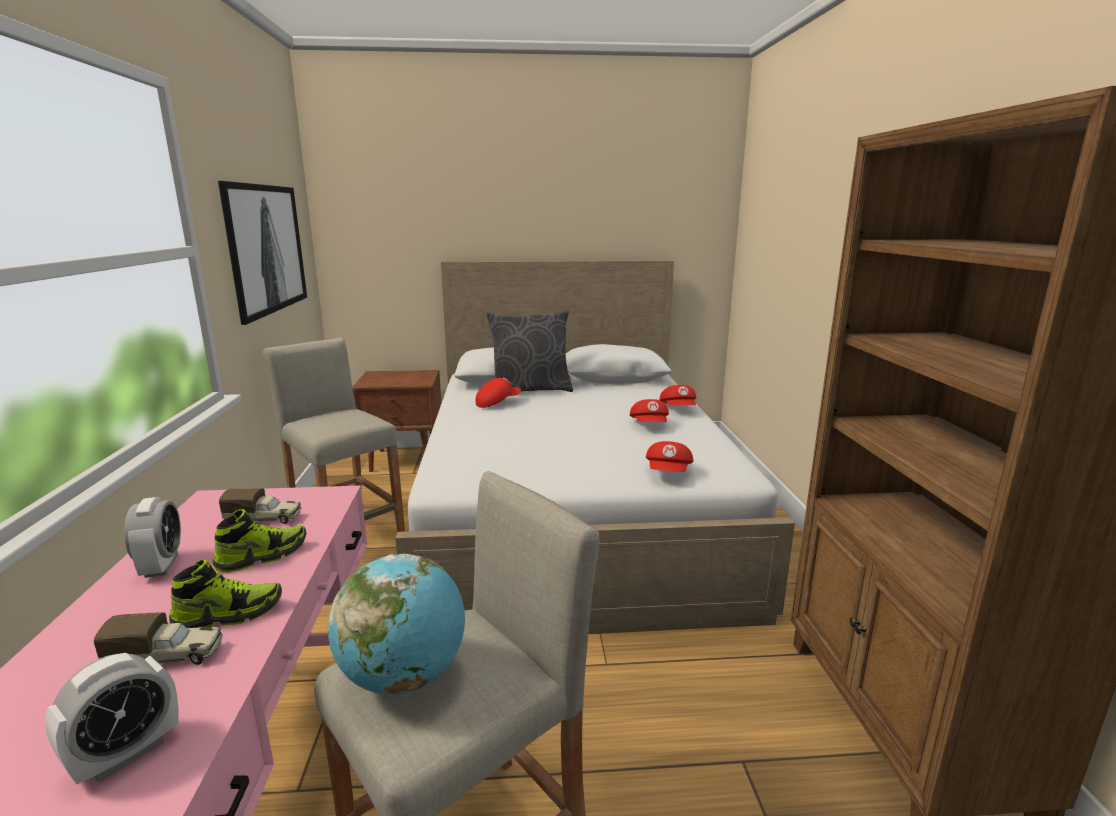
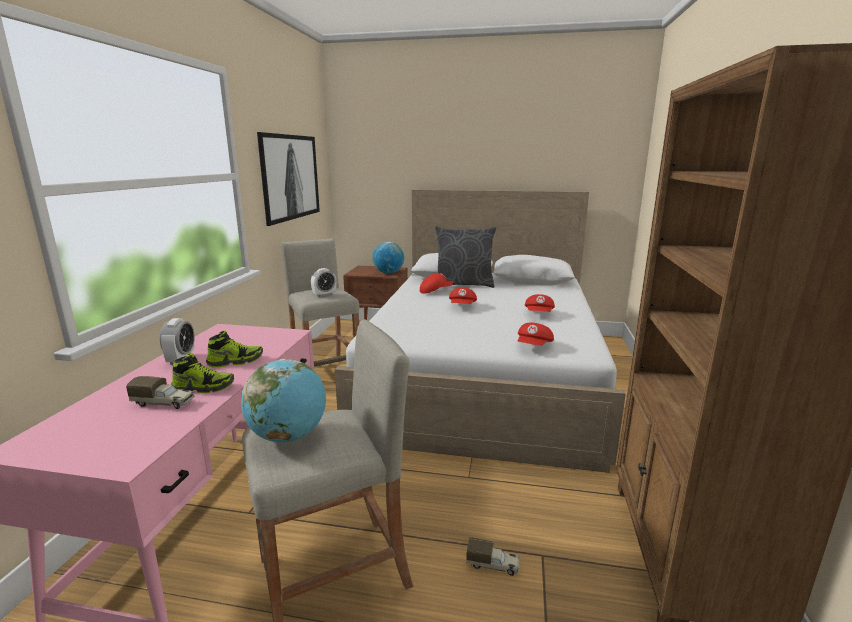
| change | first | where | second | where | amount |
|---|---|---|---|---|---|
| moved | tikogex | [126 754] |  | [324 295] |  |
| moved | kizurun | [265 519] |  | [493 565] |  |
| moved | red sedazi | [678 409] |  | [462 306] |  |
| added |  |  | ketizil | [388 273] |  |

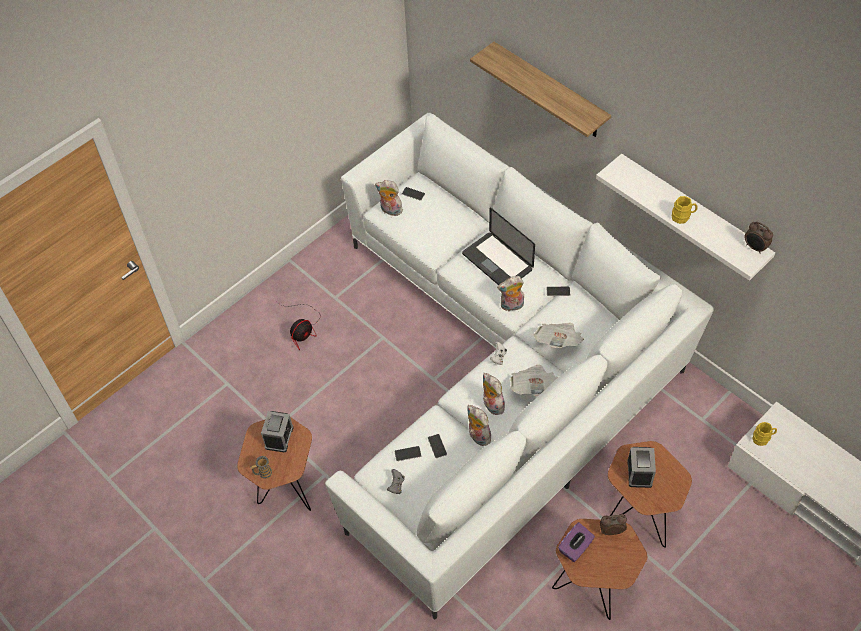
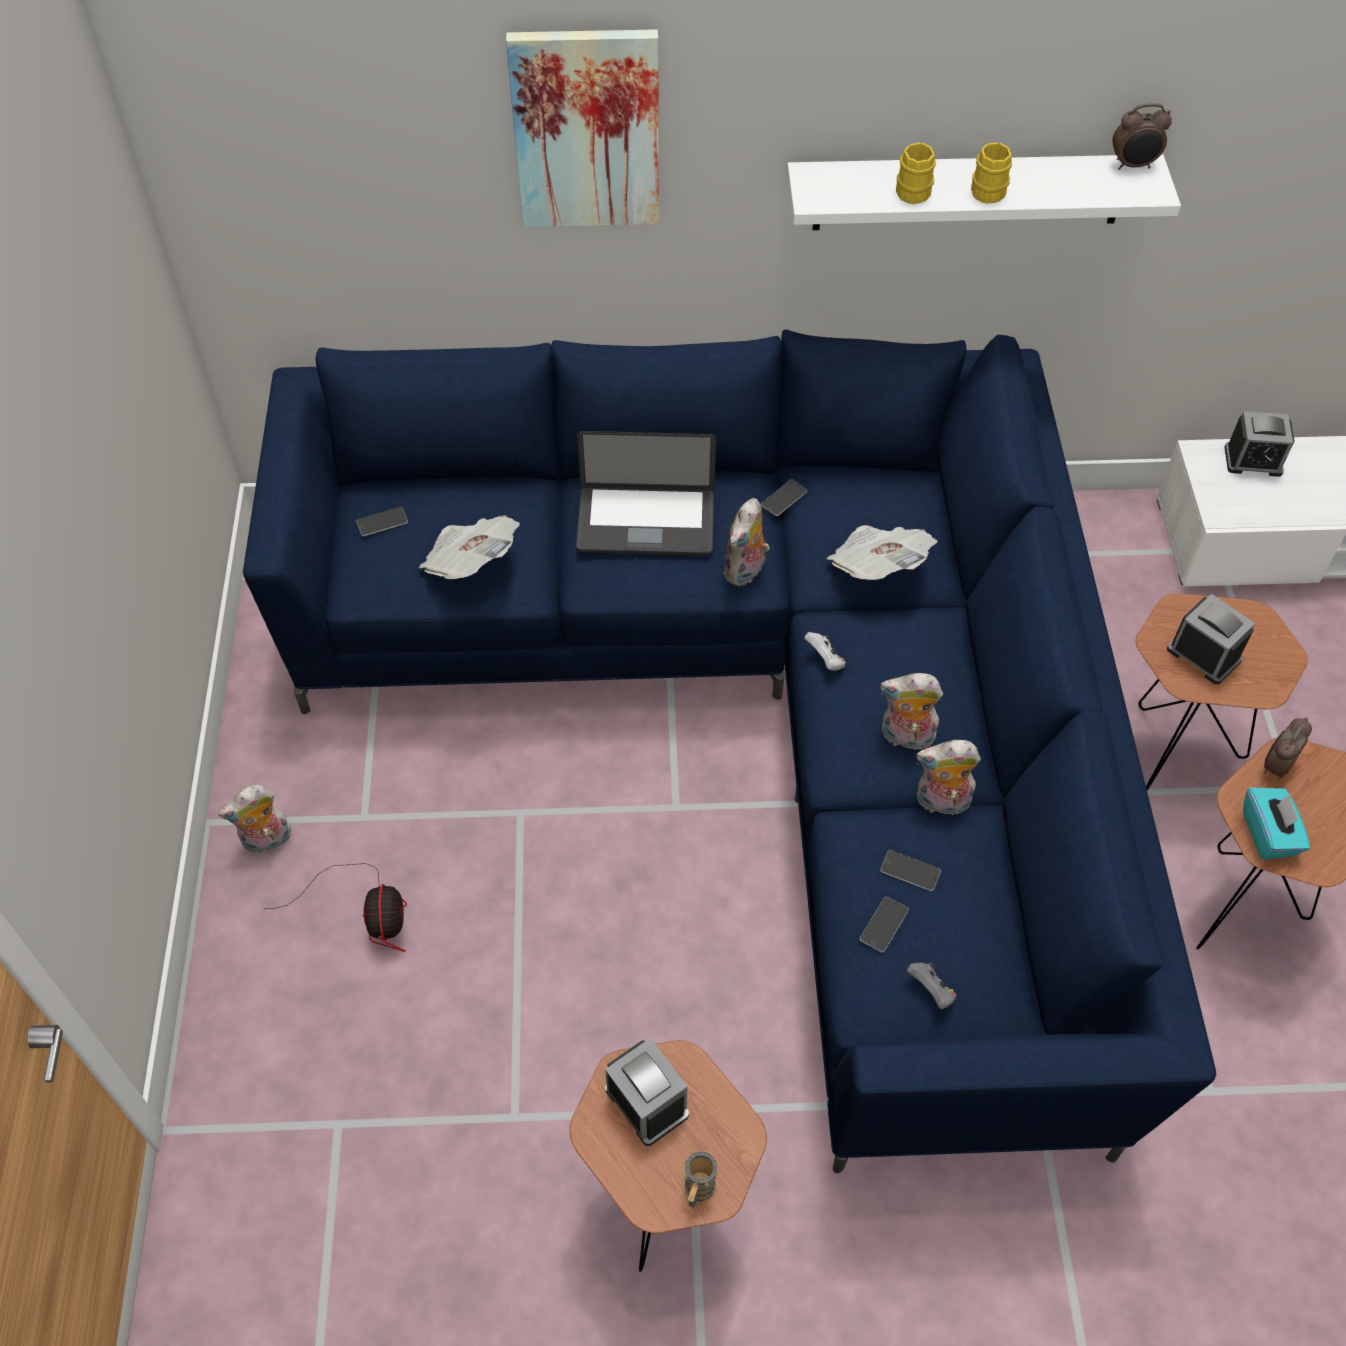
| change | first | where | second | where | amount |
|---|---|---|---|---|---|
| recoloured | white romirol | [500 375] | blue romirol | [763 717] |  |
| moved | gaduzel | [390 211] |  | [266 841] |  |
| replaced | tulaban | [550 91] | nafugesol | [586 129] |  |
| moved | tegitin | [533 387] |  | [471 562] |  |
| recoloured | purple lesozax | [575 548] | turquoise lesozax | [1269 834] |  |
| moved | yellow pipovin | [763 438] |  | [916 189] |  |
| added |  |  | tikogex | [1253 460] |  |

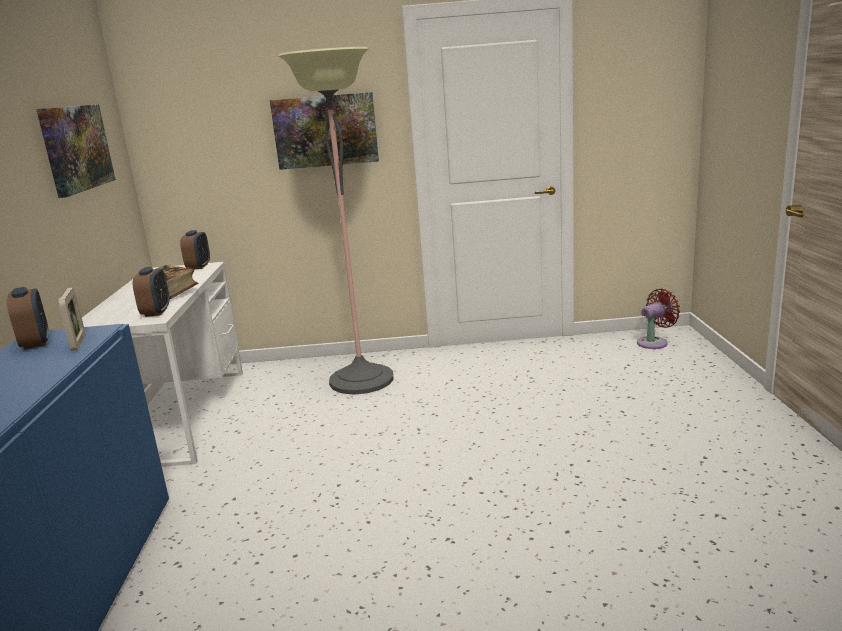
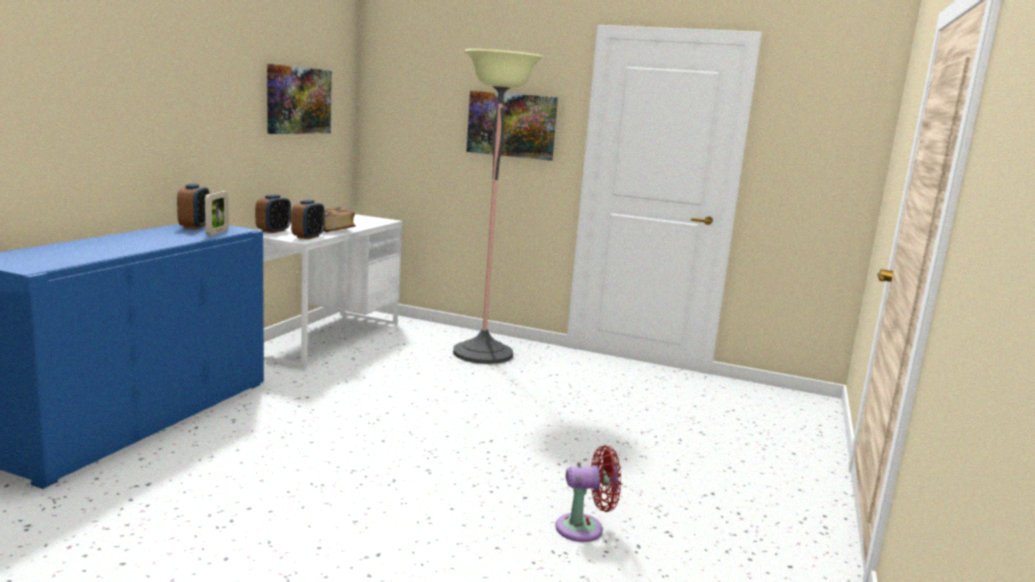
| change | first | where | second | where | amount |
|---|---|---|---|---|---|
| moved | tikogex | [198 266] |  | [273 231] |  |
| moved | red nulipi | [654 342] |  | [585 528] |  |

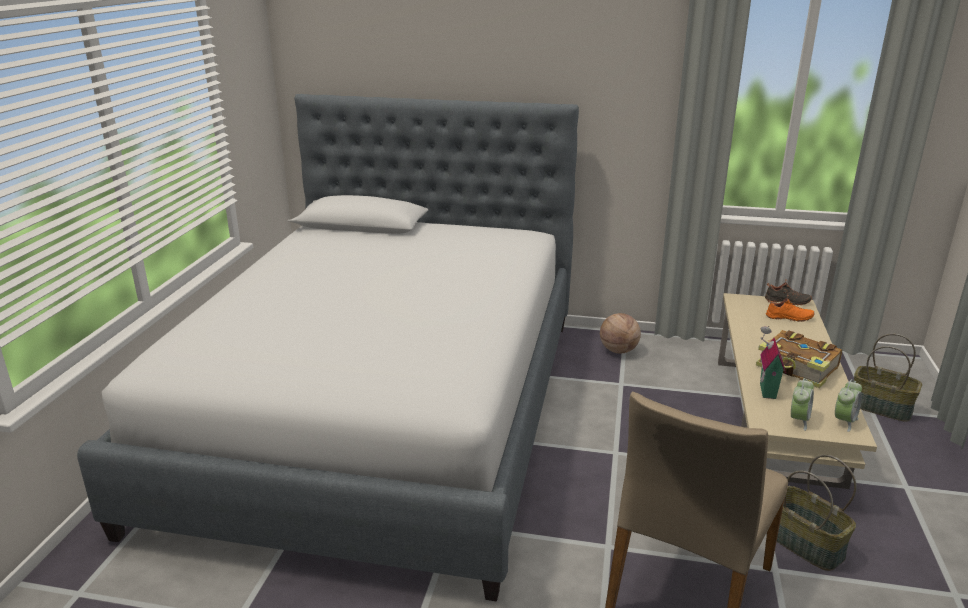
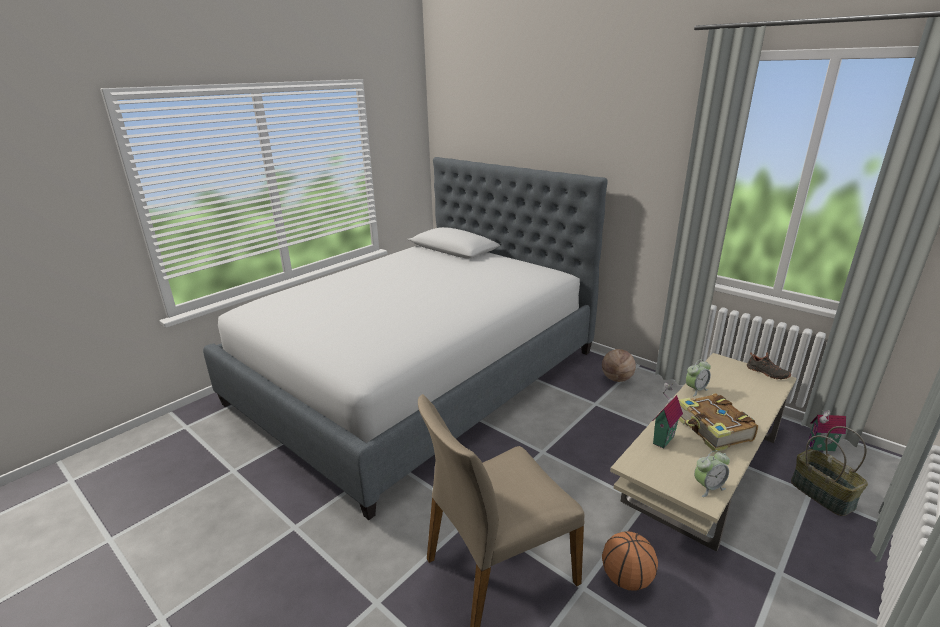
| change | first | where | second | where | amount |
|---|---|---|---|---|---|
| removed | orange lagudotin | [789 318] |  |  |  |
| replaced | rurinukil | [803 544] | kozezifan | [626 578] |  |
| moved | tikogex | [798 420] |  | [695 389] |  |
| added |  |  | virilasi | [821 448] |  |

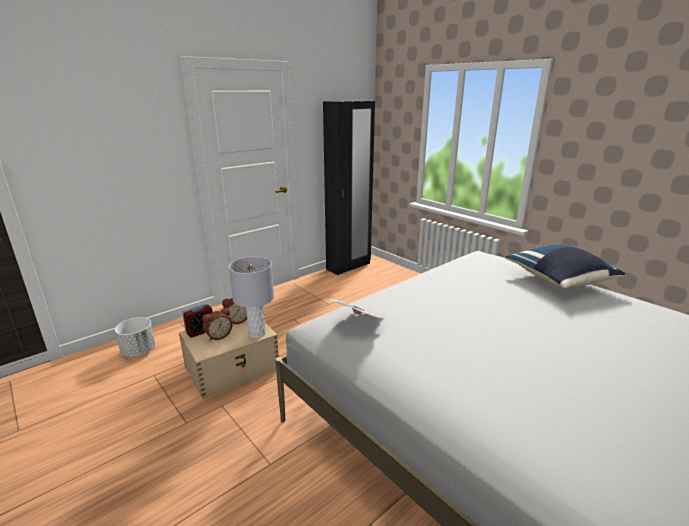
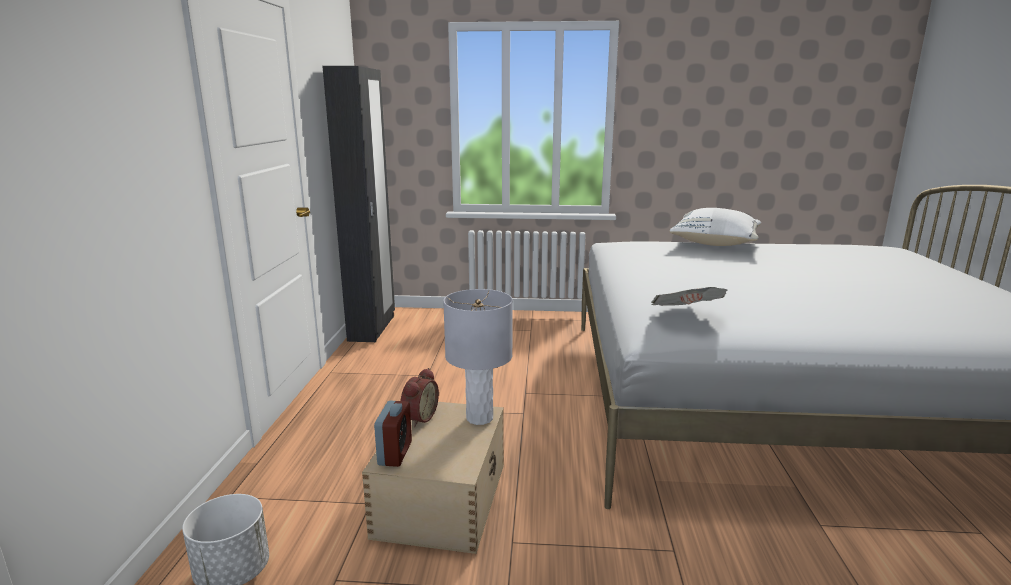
| change | first | where | second | where | amount |
|---|---|---|---|---|---|
| removed | tikogex | [218 335] |  |  |  |
| recoloured | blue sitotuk | [559 281] | white sitotuk | [715 244] |  |

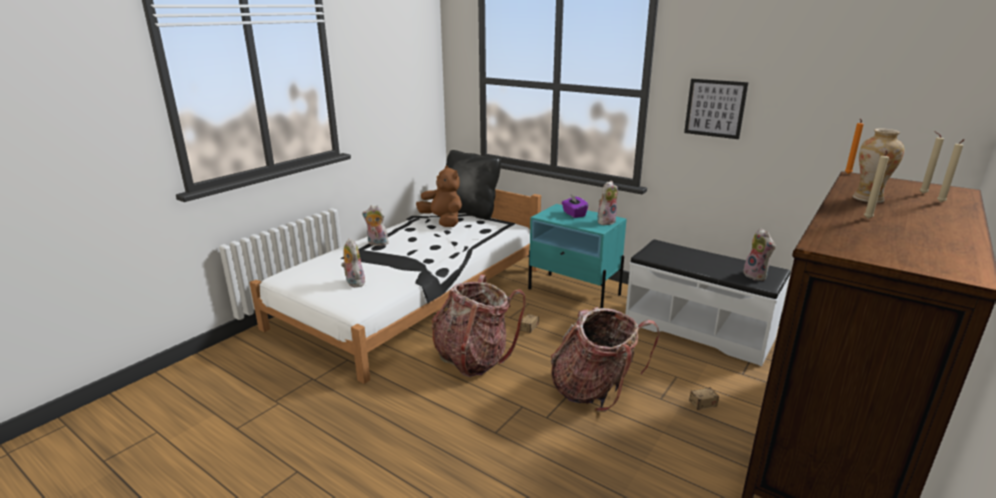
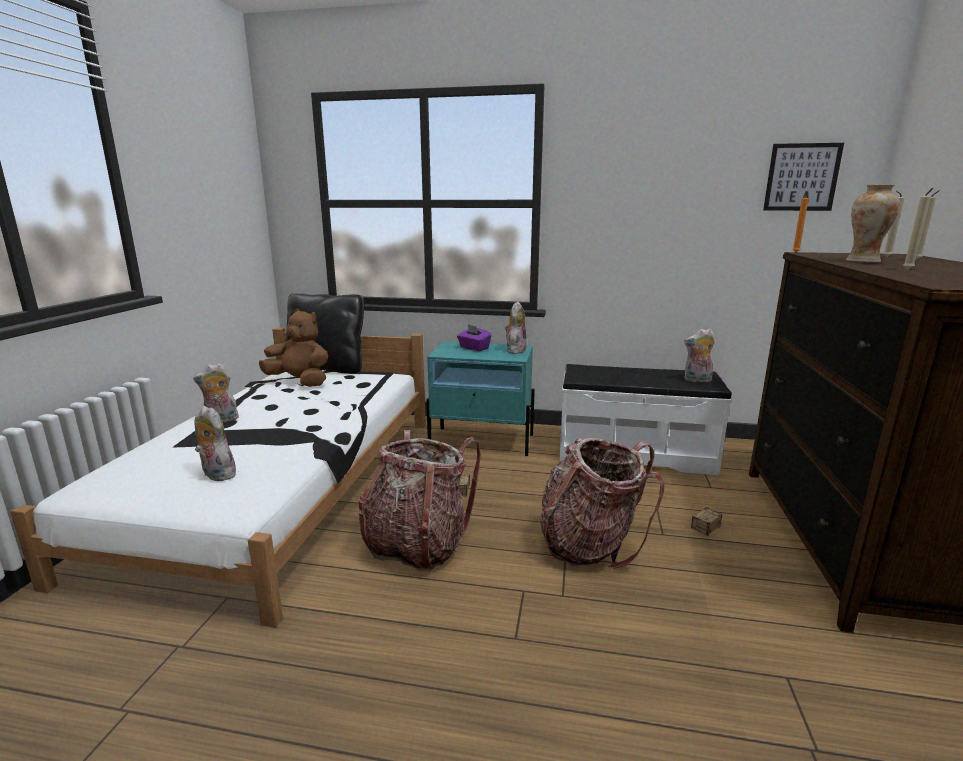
| change | first | where | second | where | amount |
|---|---|---|---|---|---|
| moved | nafugesol | [715 108] |  | [802 177] |  |
| turned | gaduzel | [756 276] |  | [697 380] | 135 degrees clockwise |

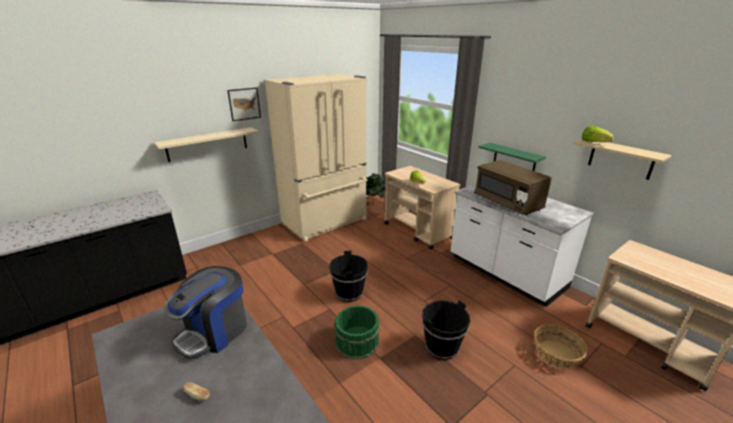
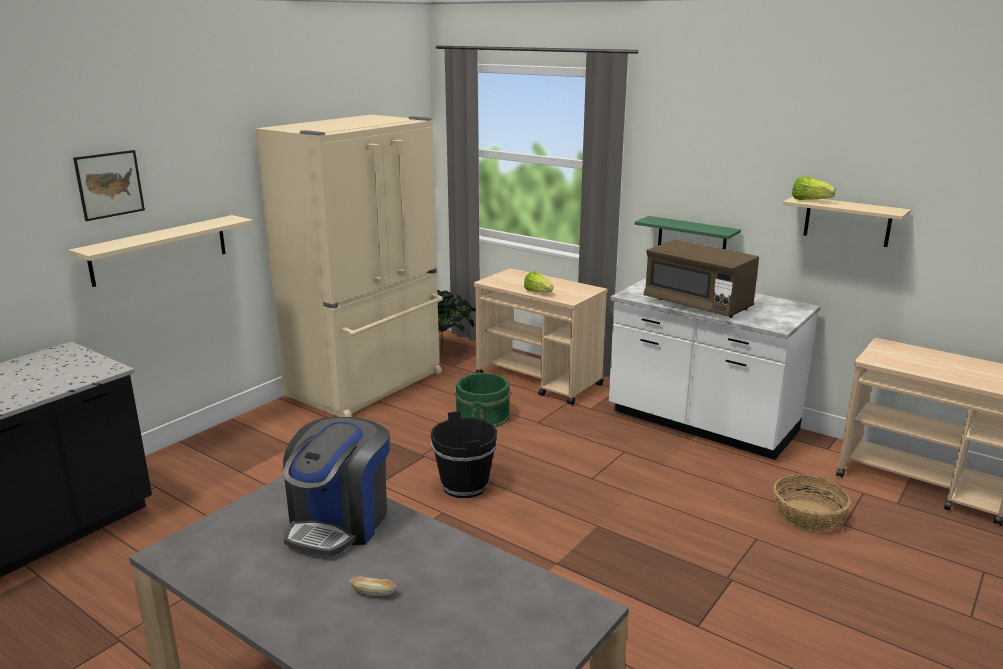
| change | first | where | second | where | amount |
|---|---|---|---|---|---|
| moved | nafugesol | [244 104] |  | [109 184] |  |
| moved | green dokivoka | [357 341] |  | [483 416] |  |
| removed | black dokivoka | [442 347] |  |  |  |

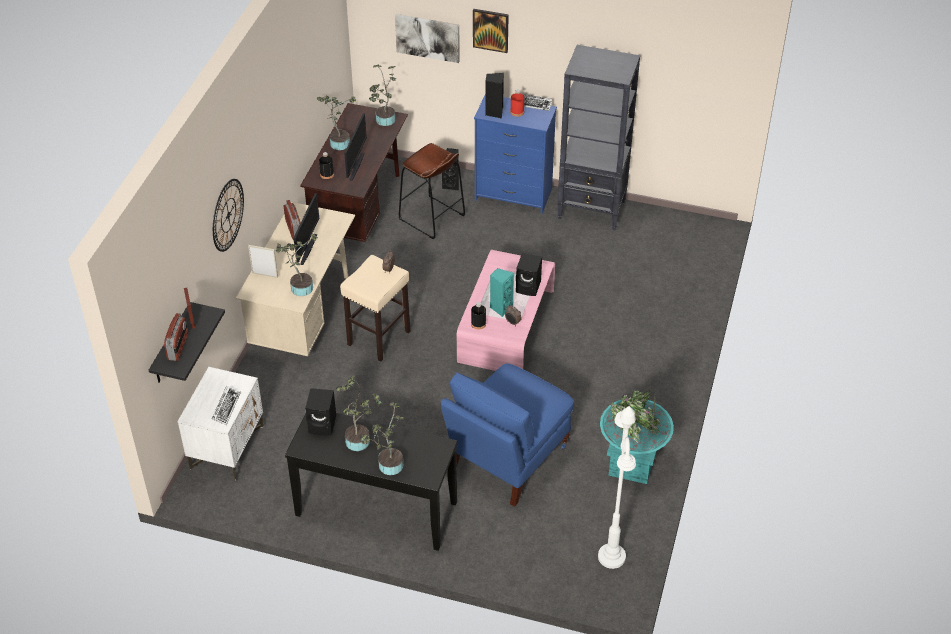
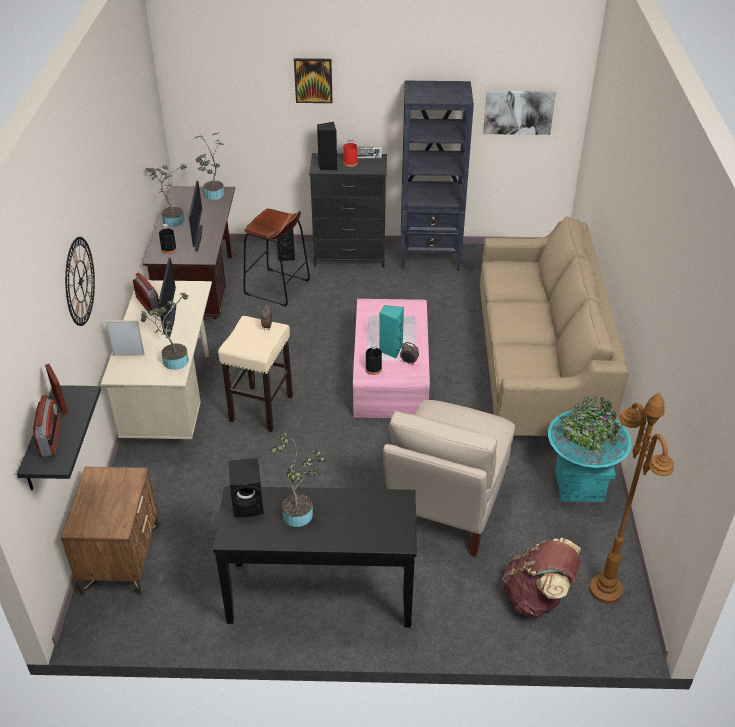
| change | first | where | second | where | amount |
|---|---|---|---|---|---|
| recoloured | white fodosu | [227 446] | brown fodosu | [121 559] |  |
| removed | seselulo | [226 407] |  |  |  |
| removed | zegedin | [388 466] |  |  |  |
| moved | nafugesol | [428 37] |  | [518 112] |  |
| recoloured | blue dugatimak | [507 458] | beige dugatimak | [446 505] |  |
| recoloured | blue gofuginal | [513 195] | black gofuginal | [350 256] |  |
| removed | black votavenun | [529 287] |  |  |  |
| recoloured | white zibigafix | [612 557] | brown zibigafix | [605 590] |  |
| added |  |  | beige romirol | [538 367] |  |
| added |  |  | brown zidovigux | [537 597] |  |

